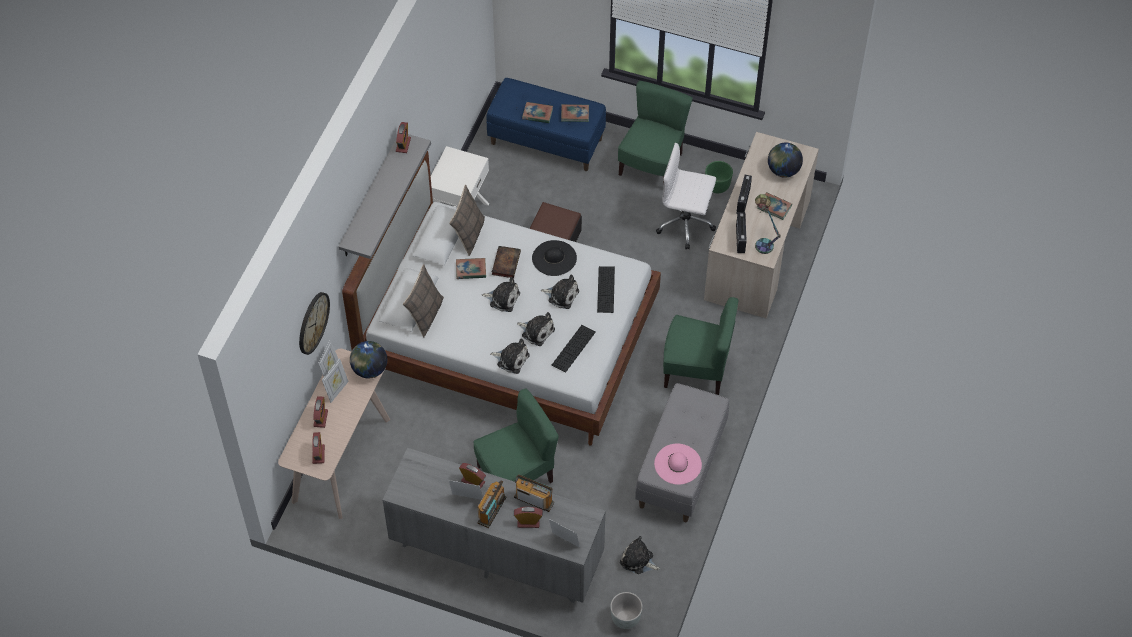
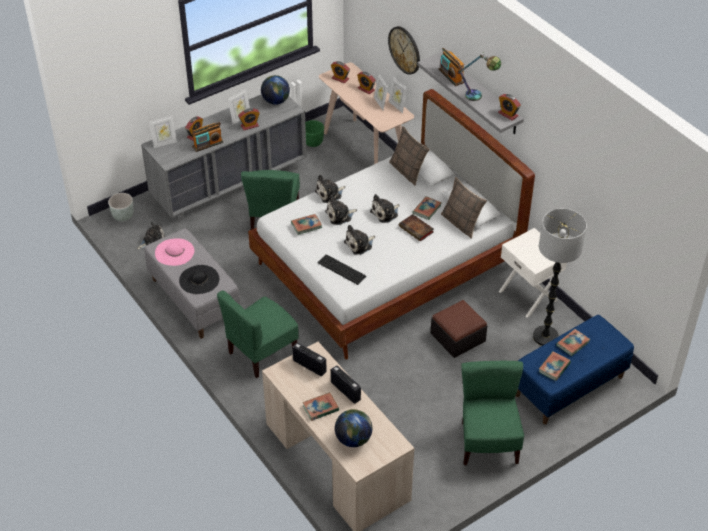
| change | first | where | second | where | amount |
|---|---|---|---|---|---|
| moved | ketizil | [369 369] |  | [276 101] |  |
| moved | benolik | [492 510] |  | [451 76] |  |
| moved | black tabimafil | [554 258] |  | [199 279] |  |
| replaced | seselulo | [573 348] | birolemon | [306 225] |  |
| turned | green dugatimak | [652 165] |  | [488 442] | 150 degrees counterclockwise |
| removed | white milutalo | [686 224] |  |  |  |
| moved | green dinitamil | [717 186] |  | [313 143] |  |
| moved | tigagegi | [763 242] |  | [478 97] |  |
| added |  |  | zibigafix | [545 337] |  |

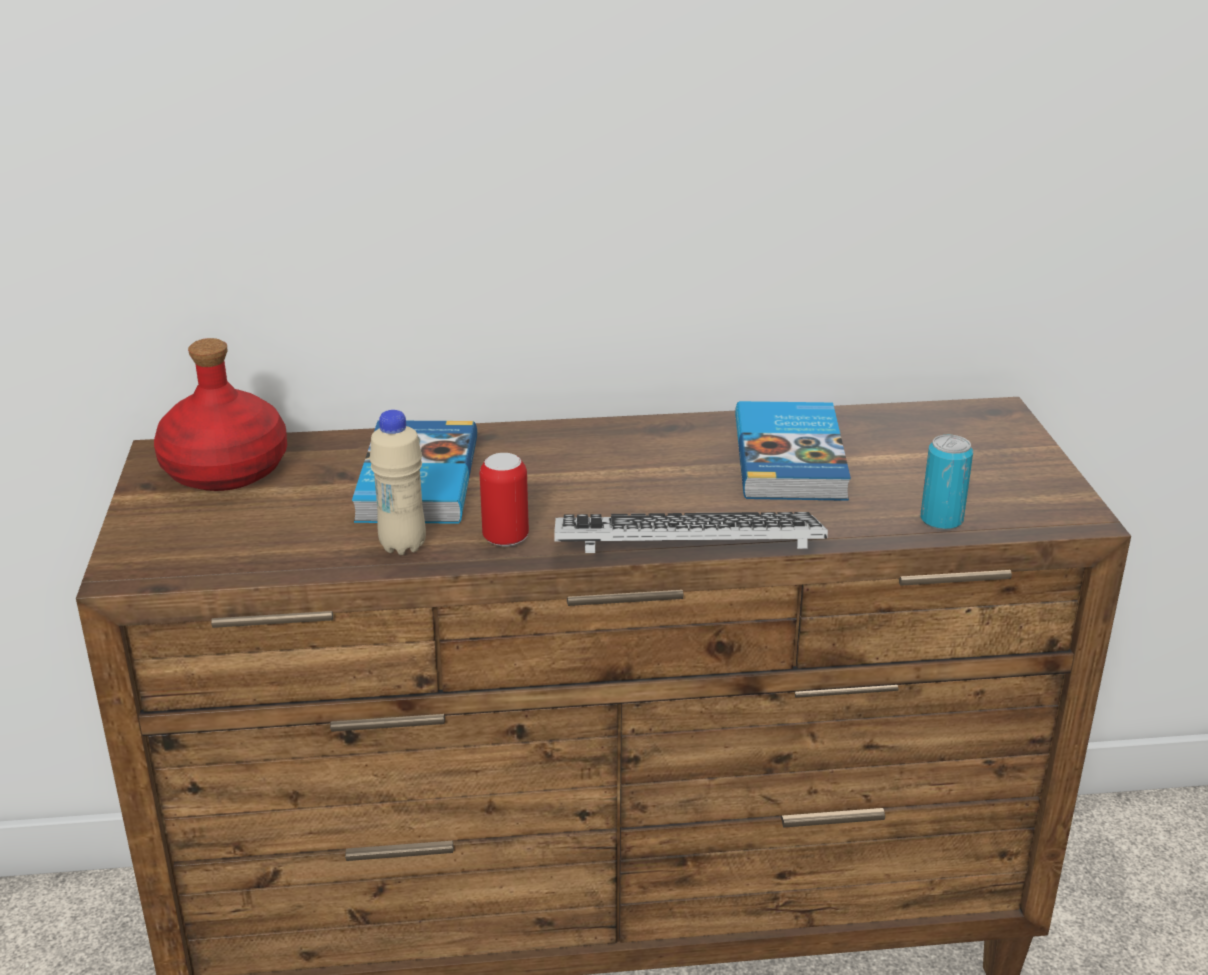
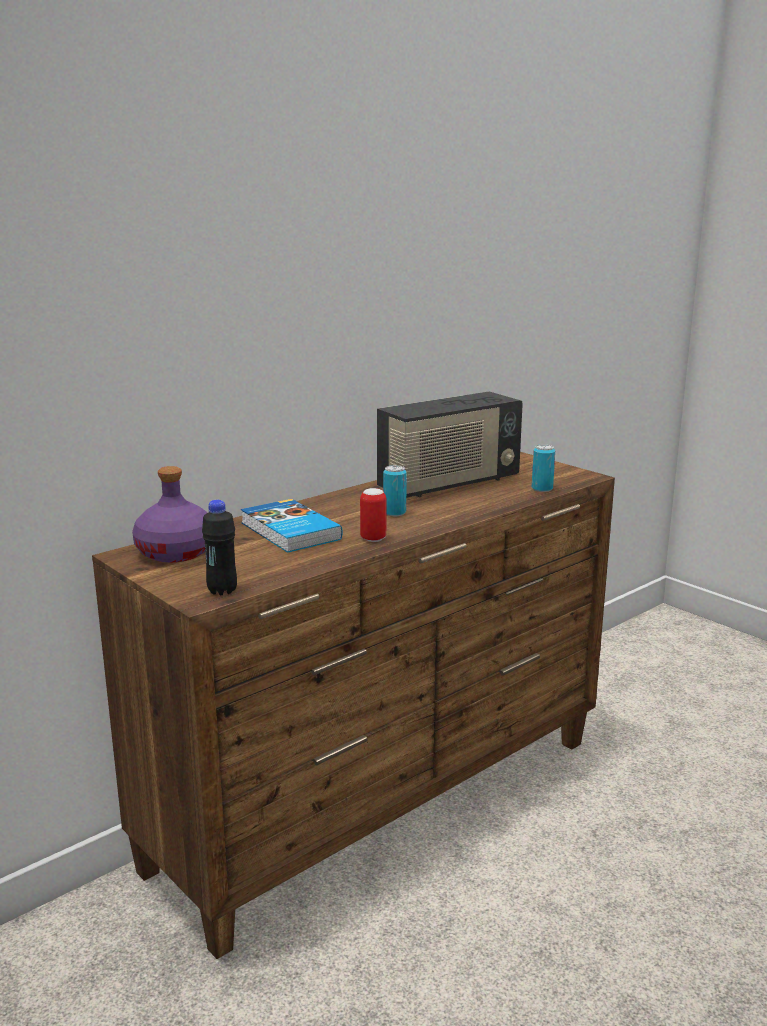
| change | first | where | second | where | amount |
|---|---|---|---|---|---|
| recoloured | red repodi | [227 470] | purple repodi | [176 552] |  |
| removed | beige repodi | [403 546] |  |  |  |
| removed | seselulo | [687 547] |  |  |  |
| replaced | birolemon | [792 459] | benolik | [449 484] |  |
| added |  |  | black repodi | [222 591] |  |
| added |  |  | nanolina | [394 513] |  |

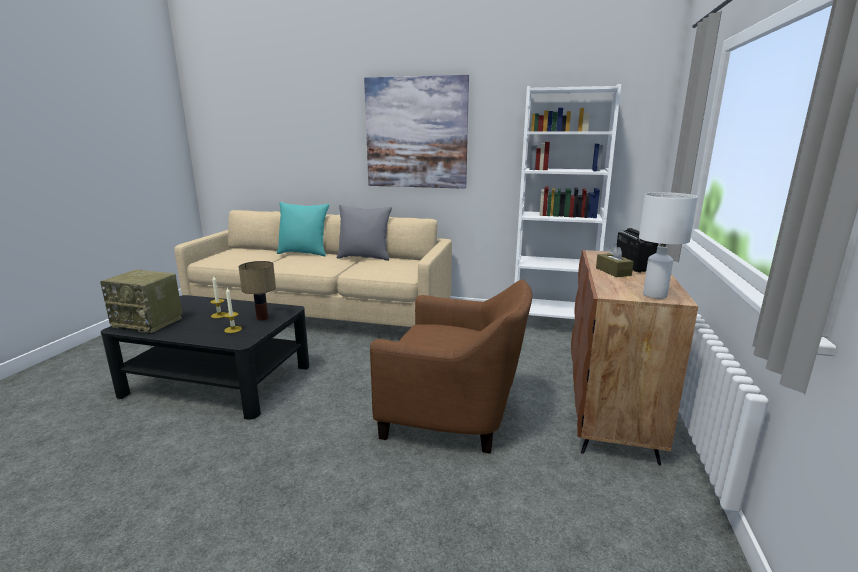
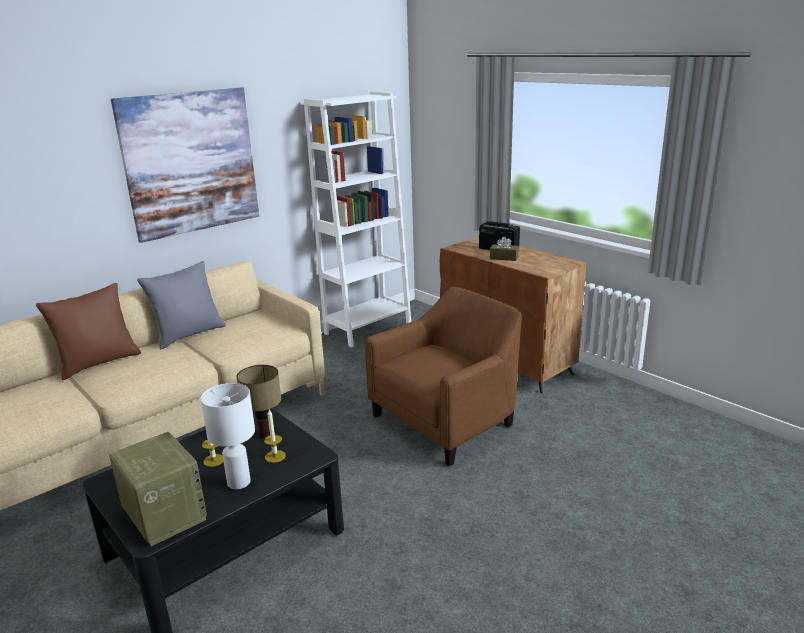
| change | first | where | second | where | amount |
|---|---|---|---|---|---|
| turned | benolik | [149 322] |  | [163 514] | 90 degrees counterclockwise |
| recoloured | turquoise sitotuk | [304 253] | brown sitotuk | [98 363] |  |
| moved | white tigagegi | [655 295] |  | [239 482] |  |

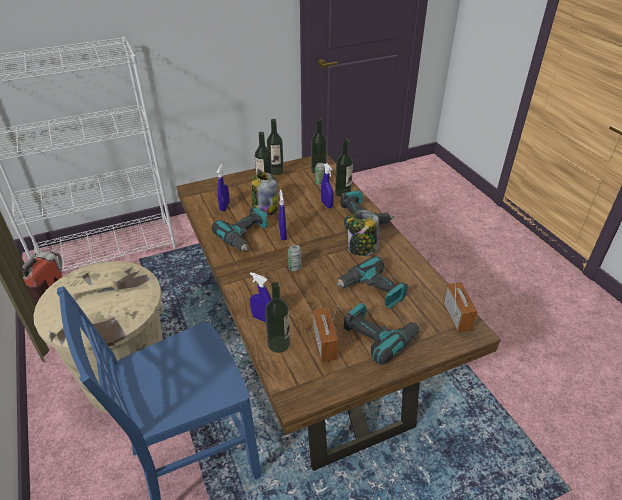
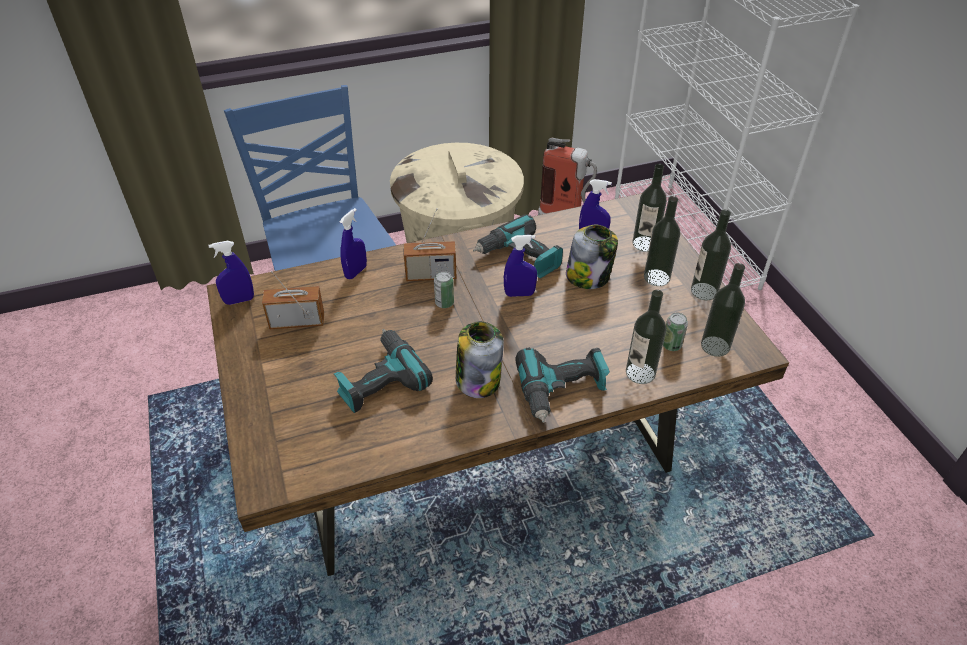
| change | first | where | second | where | amount |
|---|---|---|---|---|---|
| moved | repodi | [279 344] |  | [644 244] |  |
| moved | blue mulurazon | [326 204] |  | [239 300] |  |
| removed | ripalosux | [379 336] |  |  |  |
| moved | benolik | [456 317] |  | [431 275] |  |

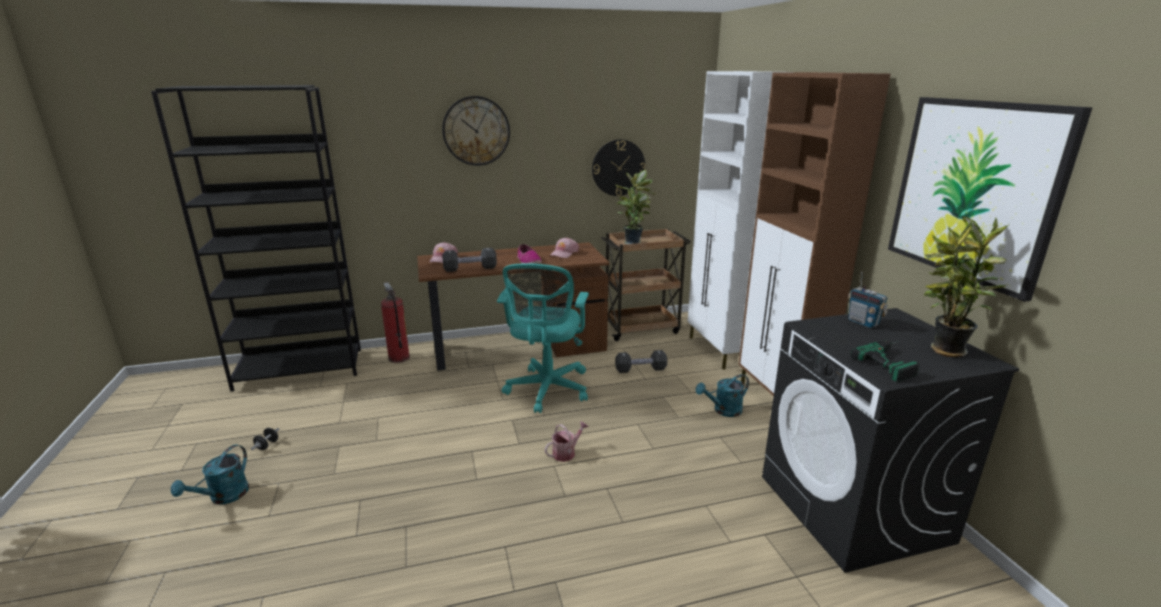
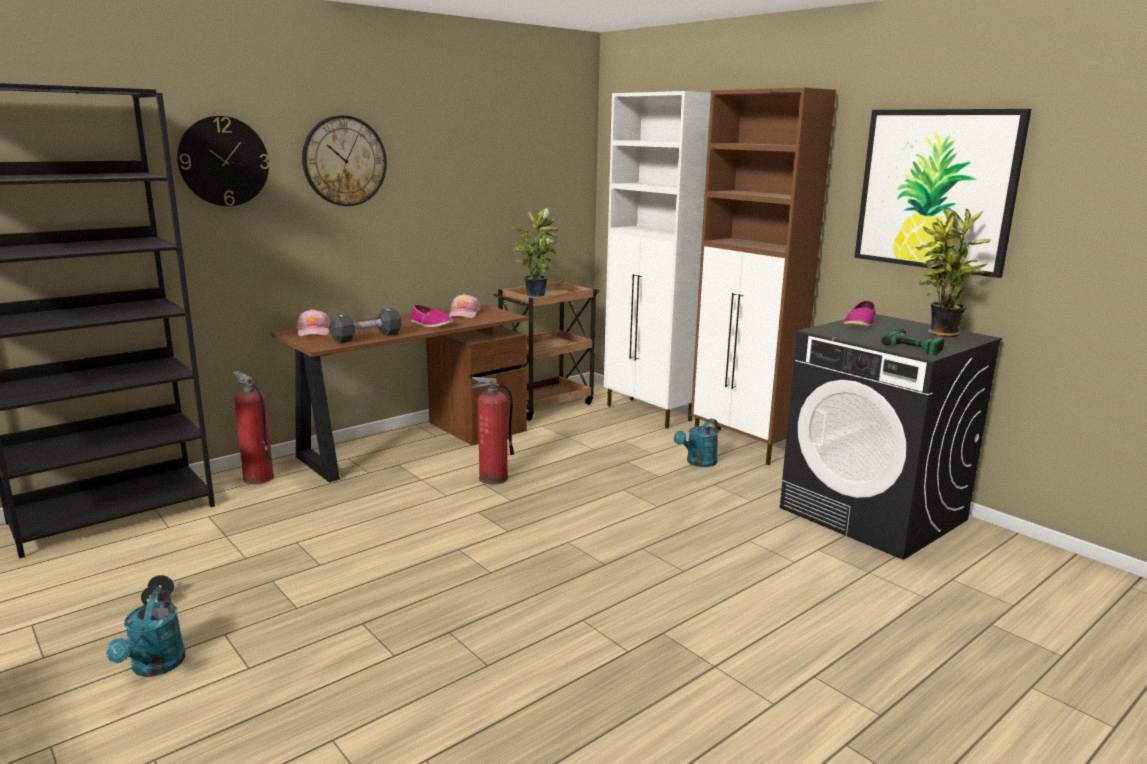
| change | first | where | second | where | amount |
|---|---|---|---|---|---|
| replaced | turquoise milutalo | [547 391] | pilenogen | [493 478] |  |
| removed | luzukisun | [566 452] |  |  |  |
| moved | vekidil | [618 167] |  | [223 161] |  |
| removed | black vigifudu | [640 369] |  |  |  |
| replaced | benolik | [863 322] | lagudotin | [860 324] |  |

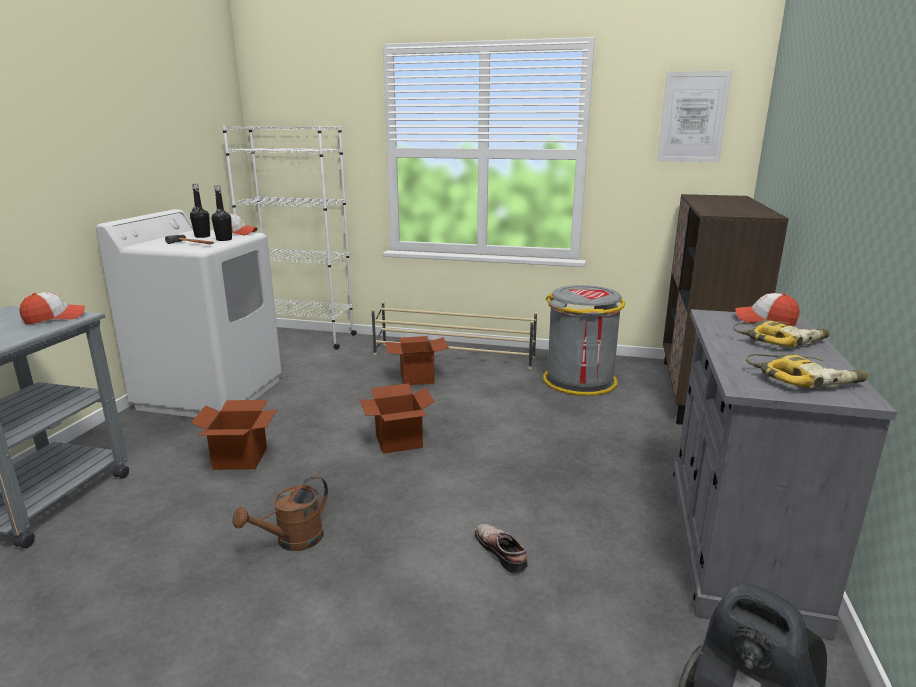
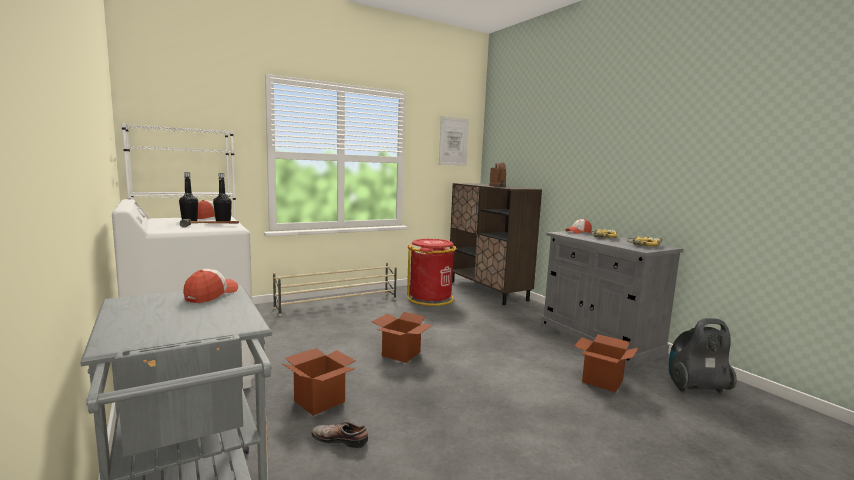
| change | first | where | second | where | amount |
|---|---|---|---|---|---|
| moved | brown luzukisun | [292 541] |  | [498 186] |  |
| moved | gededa | [417 378] |  | [602 381] |  |
| moved | lagudotin | [502 551] |  | [340 439] |  |
| recoloured | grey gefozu | [580 381] | red gefozu | [431 298] |  |

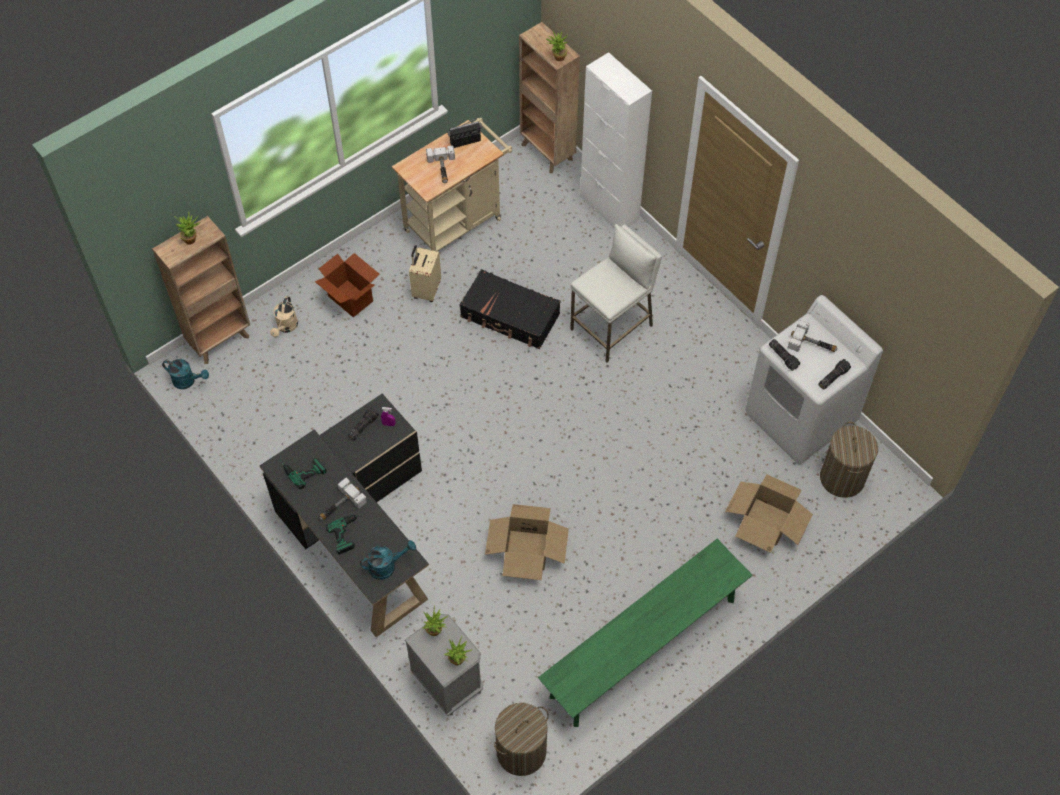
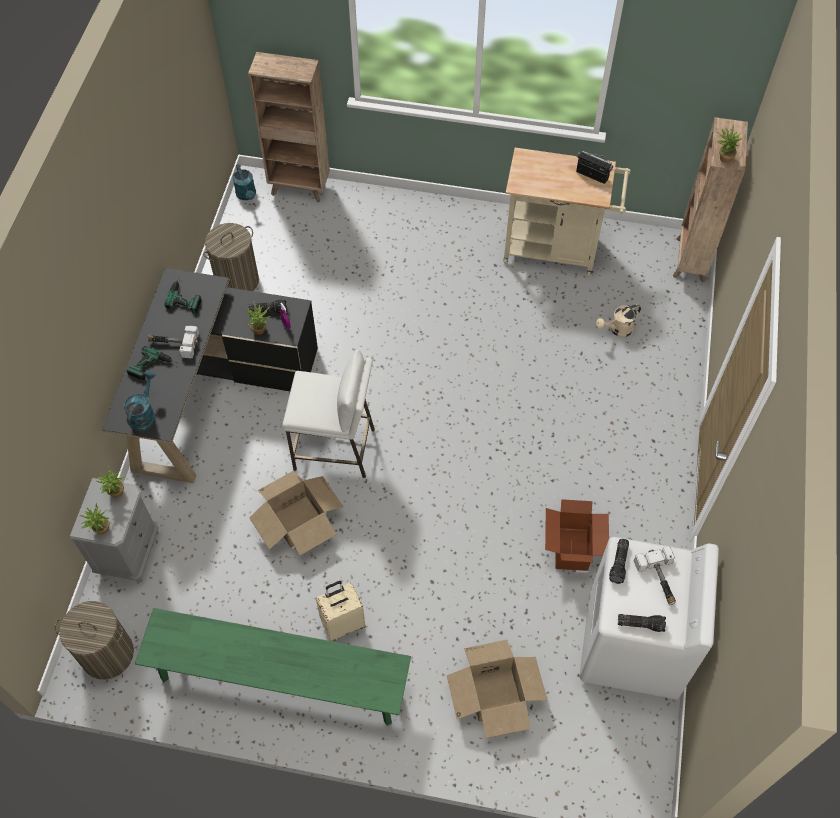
| change | first | where | second | where | amount |
|---|---|---|---|---|---|
| moved | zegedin | [192 239] |  | [261 330] |  |
| moved | beige luzukisun | [286 327] |  | [617 330] |  |
| moved | gededa | [351 298] |  | [572 549] |  |
| turned | turquoise luzukisun | [387 566] |  | [144 414] | 105 degrees counterclockwise |
| moved | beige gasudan | [426 290] |  | [343 623] |  |
| removed | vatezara | [442 169] |  |  |  |
| removed | black gasudan | [510 316] |  |  |  |
| moved | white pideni | [612 328] |  | [335 449] |  |
| removed | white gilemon | [609 208] |  |  |  |
| moved | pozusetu | [842 478] |  | [237 281] |  |

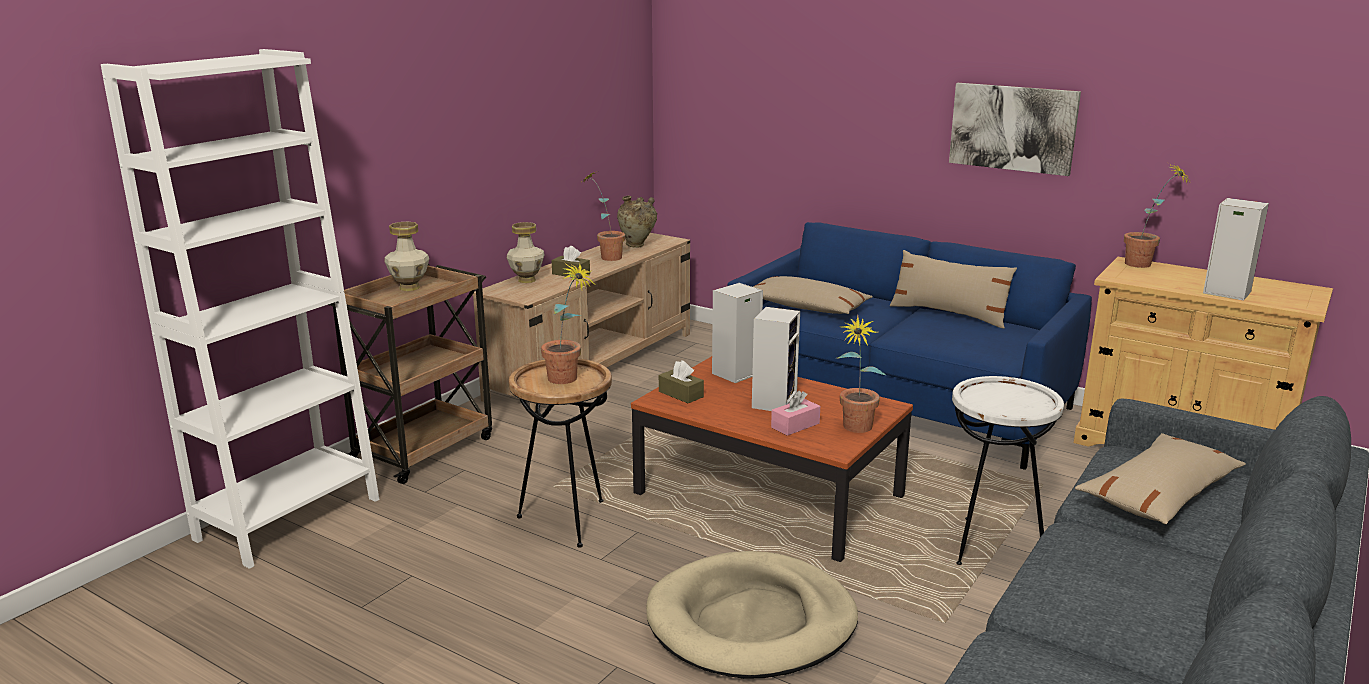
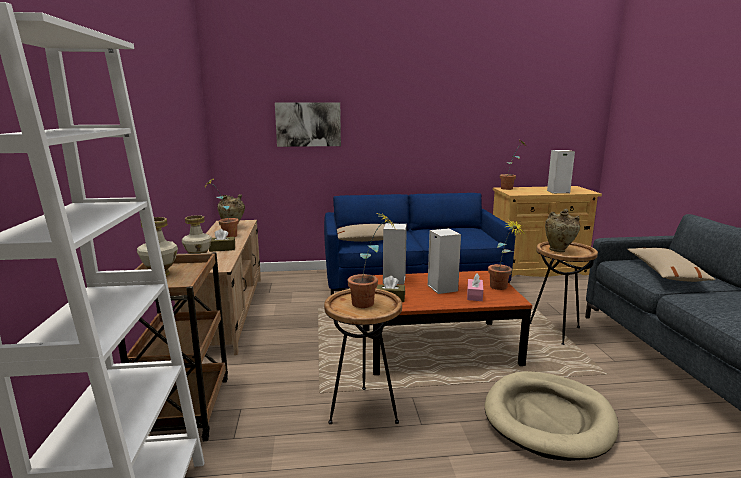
| change | first | where | second | where | amount |
|---|---|---|---|---|---|
| removed | beige sitotuk | [949 314] |  |  |  |
| moved | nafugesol | [1013 128] |  | [308 124] |  |
| recoloured | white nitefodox | [990 546] | brown nitefodox | [556 331] |  |
| added |  |  | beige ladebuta | [559 250] |  |

